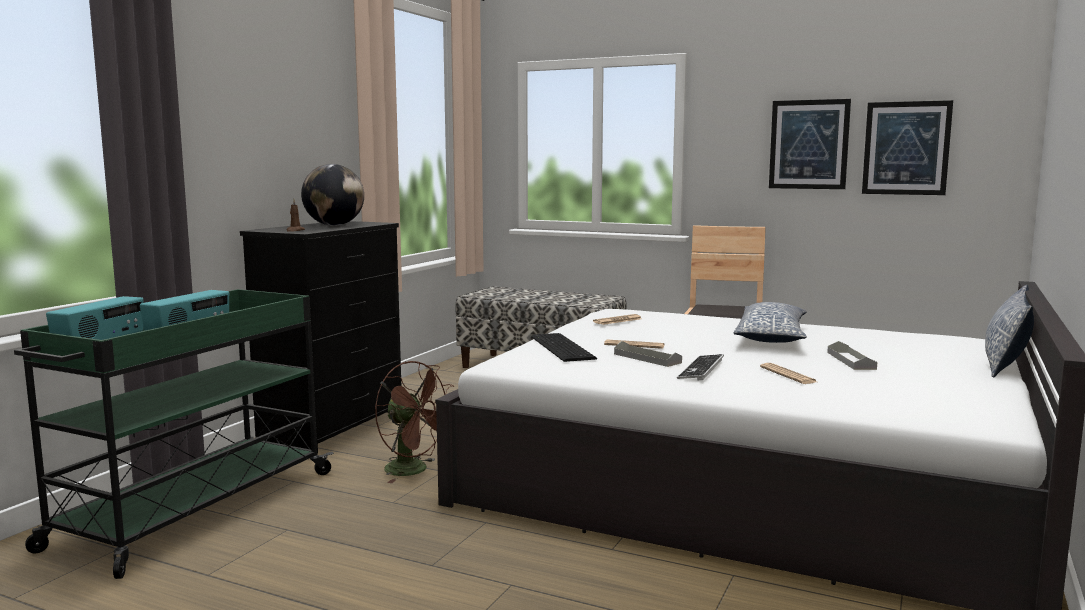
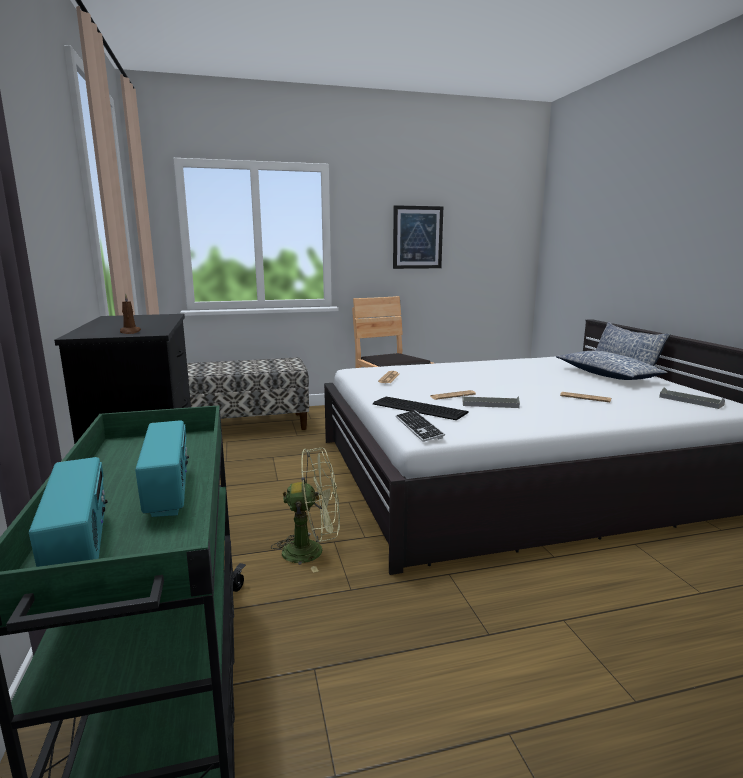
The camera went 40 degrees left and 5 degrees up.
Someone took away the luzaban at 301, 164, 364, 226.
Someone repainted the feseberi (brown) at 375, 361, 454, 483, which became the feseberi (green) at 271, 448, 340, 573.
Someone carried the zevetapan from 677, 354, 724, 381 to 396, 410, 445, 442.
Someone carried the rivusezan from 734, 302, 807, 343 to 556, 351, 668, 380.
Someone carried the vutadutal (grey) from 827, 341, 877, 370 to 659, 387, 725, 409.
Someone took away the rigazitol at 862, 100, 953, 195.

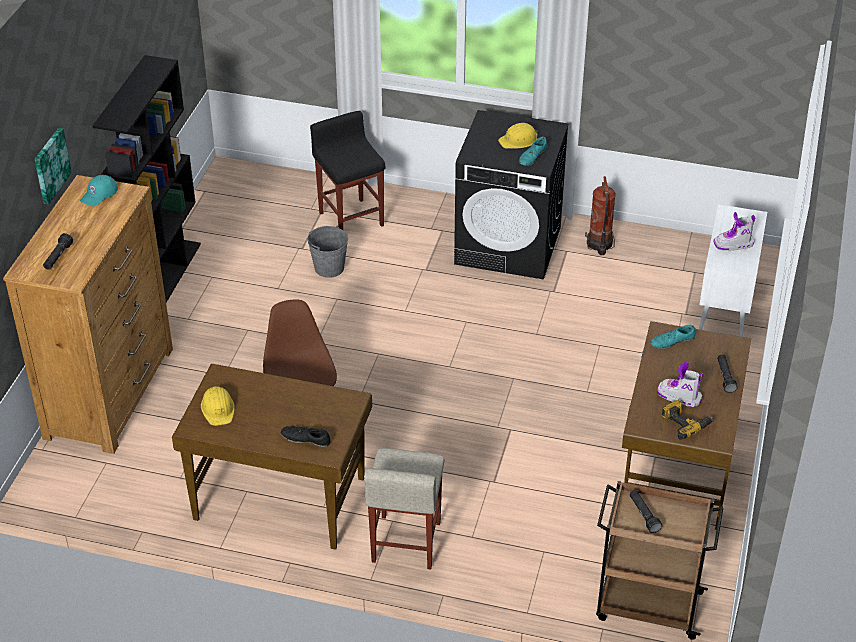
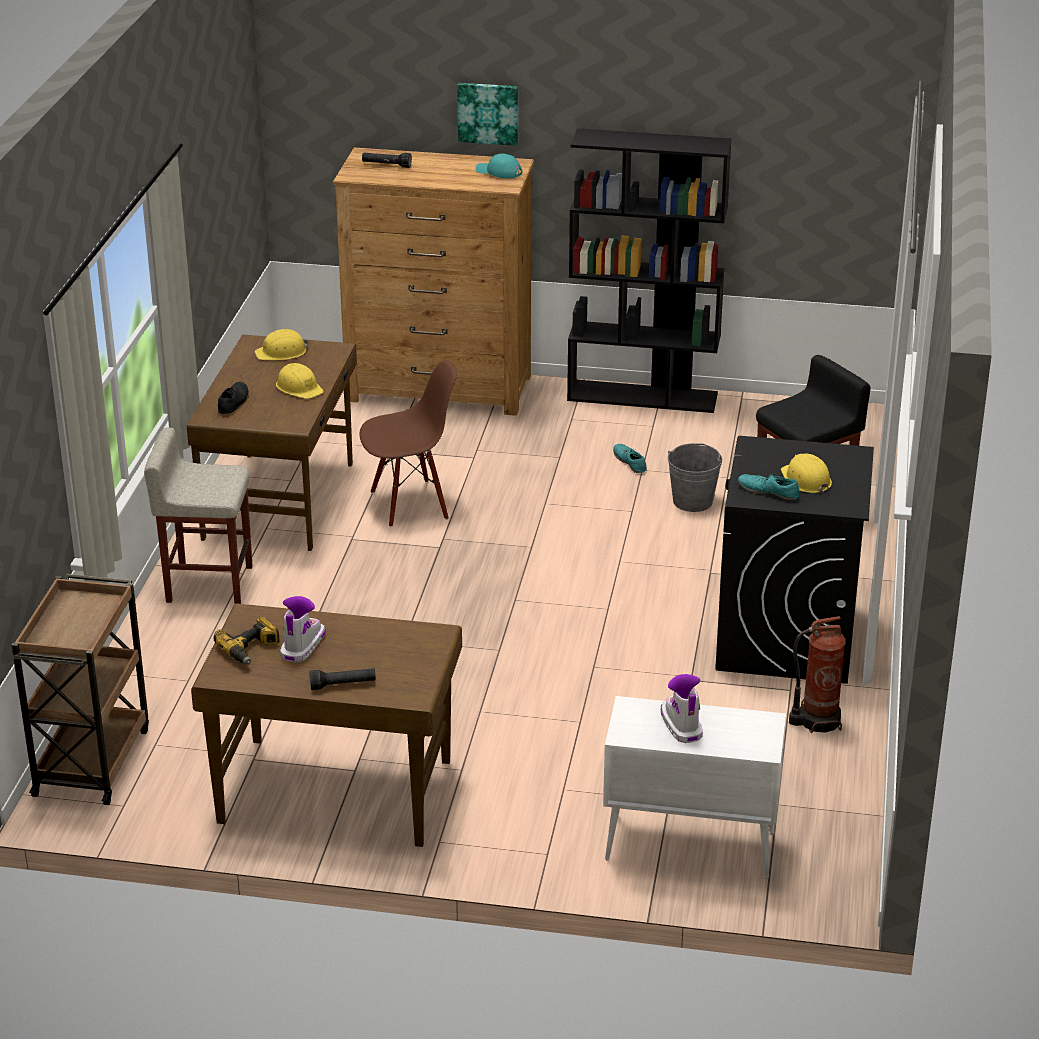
The camera went 85 degrees right and 10 degrees down.
Someone took away the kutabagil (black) at 630, 490, 662, 533.
Someone carried the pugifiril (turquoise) from 650, 325, 695, 349 to 613, 444, 647, 473.
Someone put down the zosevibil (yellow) at 276, 363, 324, 399.

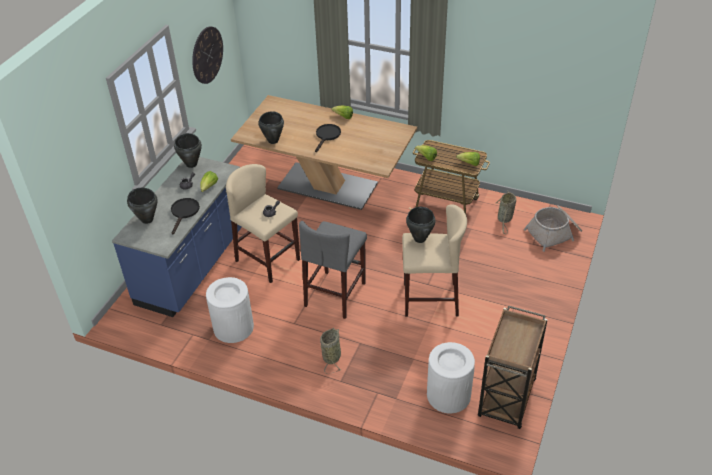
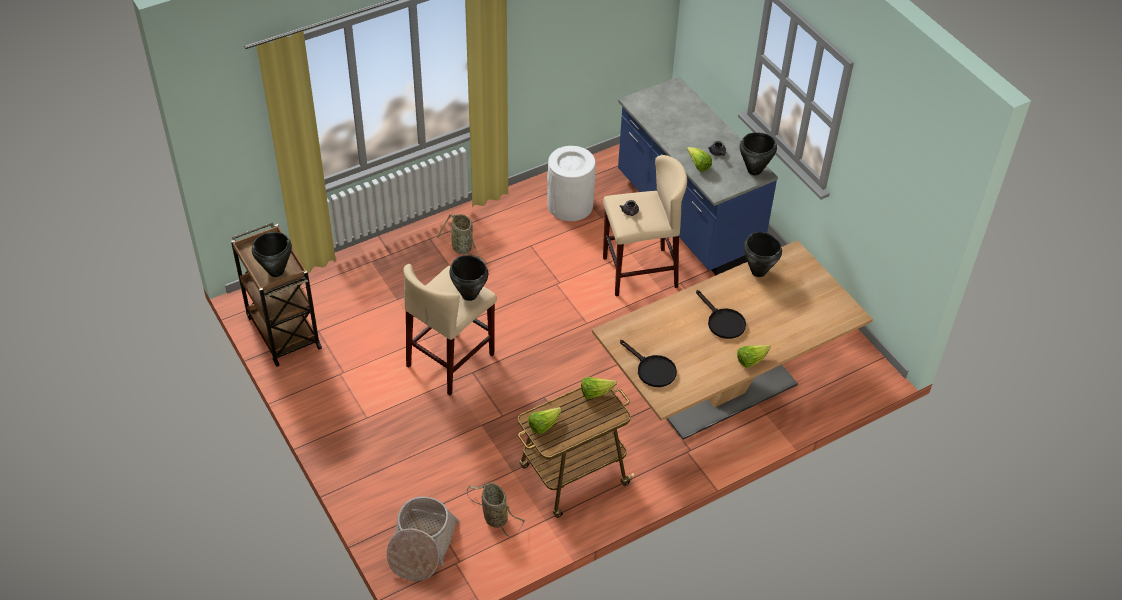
The camera went 125 degrees right and 5 degrees up.
Someone carried the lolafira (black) from 127, 188, 158, 224 to 252, 232, 292, 277.
Someone carried the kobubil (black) from 171, 198, 200, 235 to 620, 340, 677, 387.
Someone took away the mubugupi at 192, 26, 223, 84.
Someone took away the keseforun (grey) at 299, 221, 367, 319.
Someone took away the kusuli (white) at 427, 342, 475, 414.

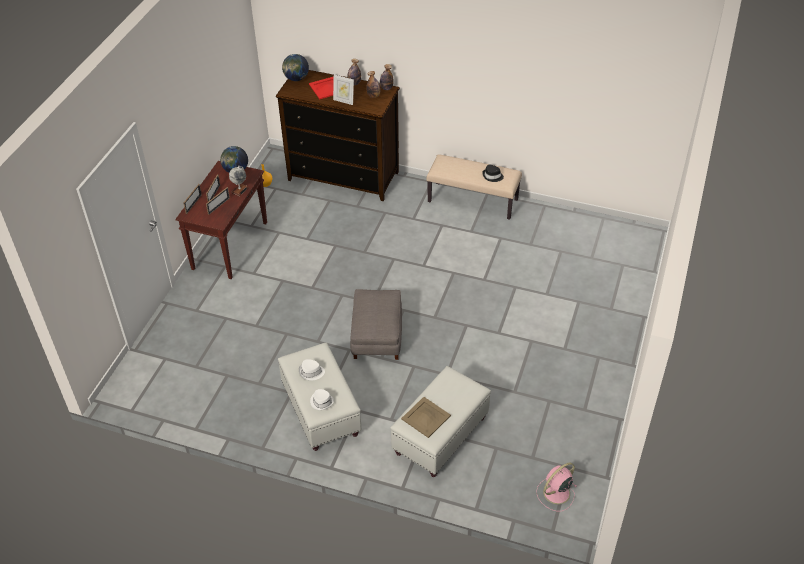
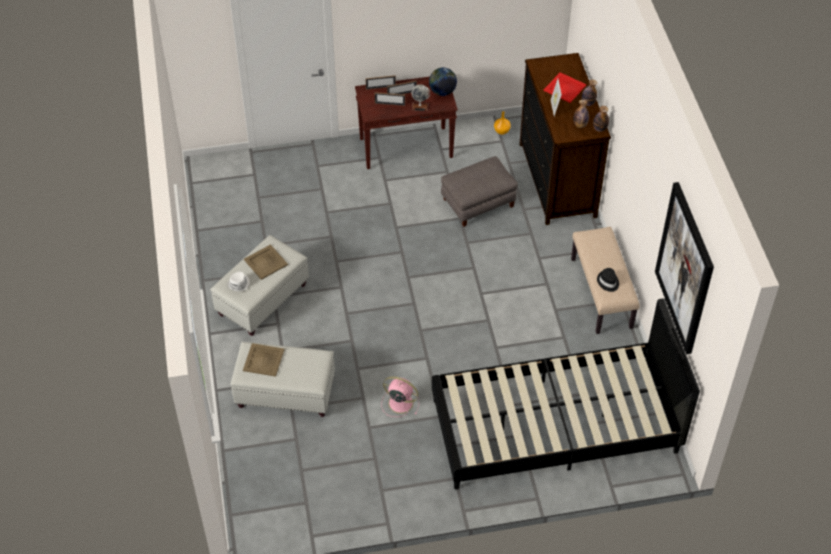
The camera went 60 degrees right and 5 degrees up.
Someone took away the luzaban at 282, 54, 309, 81.
Someone swapped the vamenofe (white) at 299, 359, 325, 381 for the vutadutal (beige) at 244, 244, 288, 280.
Someone carried the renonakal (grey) from 350, 289, 402, 360 to 441, 156, 518, 227.
Someone carried the feseberi (pink) from 536, 462, 577, 511 to 381, 376, 419, 417.
Someone put down the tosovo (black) at 432, 298, 700, 490.
Someone put up the rigazitol at 655, 182, 714, 354.

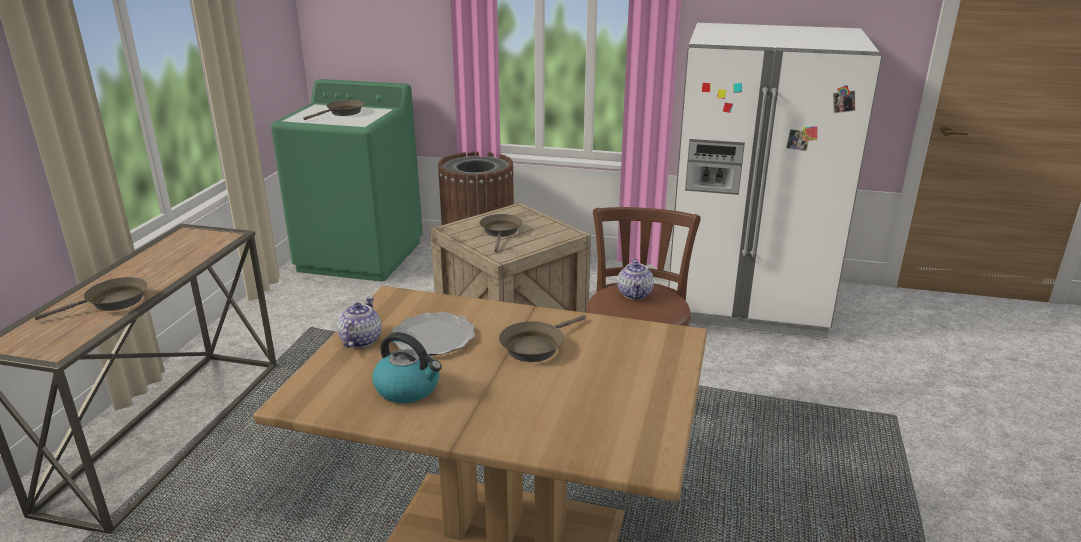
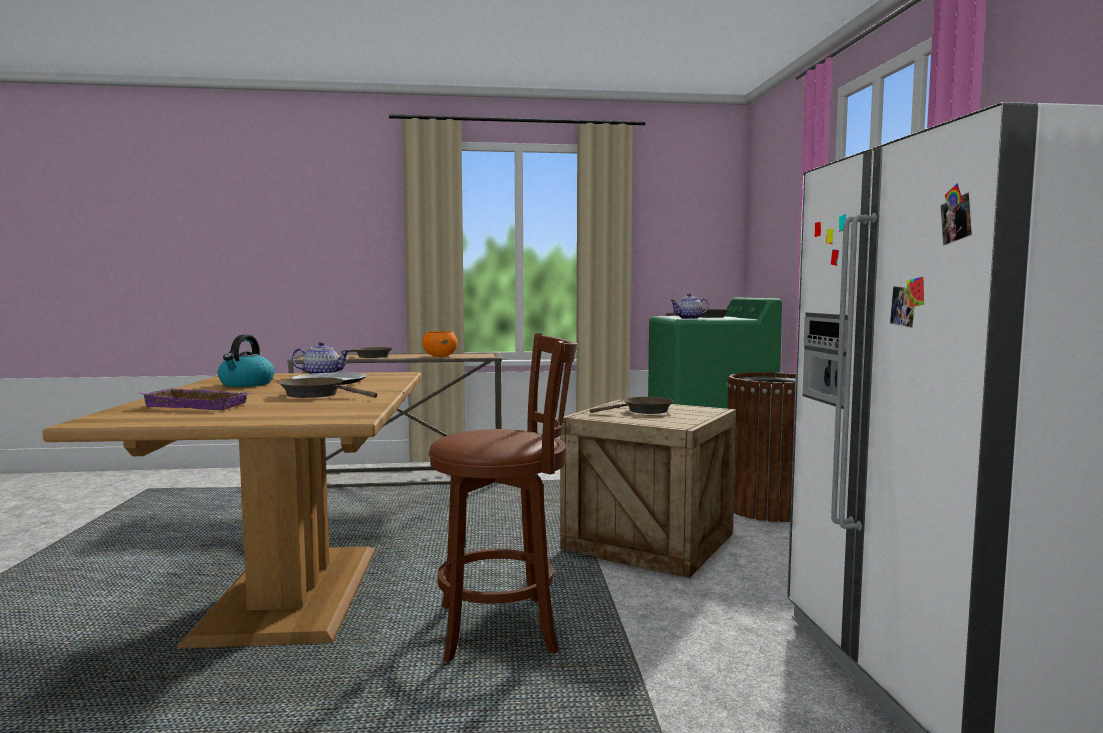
The camera went 70 degrees right and 20 degrees down.
Someone carried the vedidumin from 617, 258, 654, 300 to 670, 293, 709, 319.
Someone put down the vutadutal (purple) at 141, 388, 252, 410.
Someone put down the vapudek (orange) at 422, 331, 458, 357.

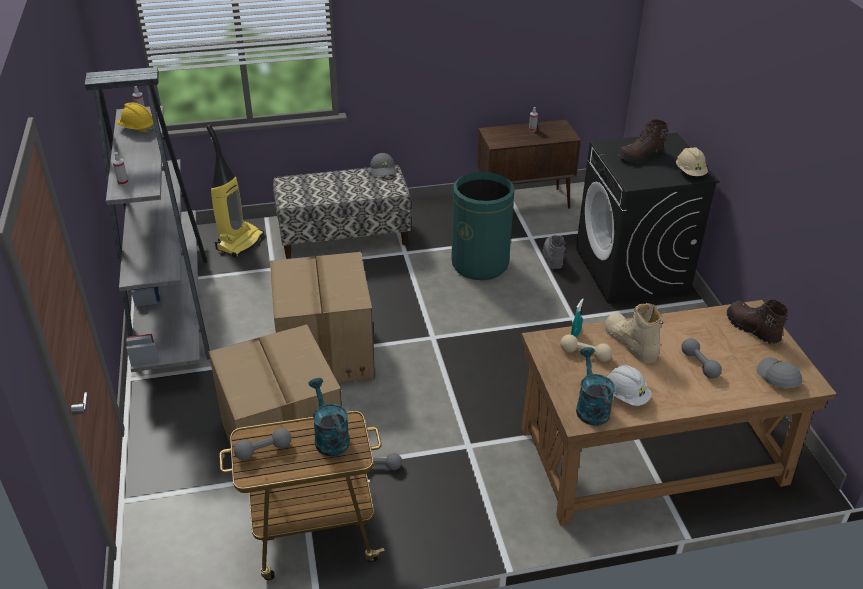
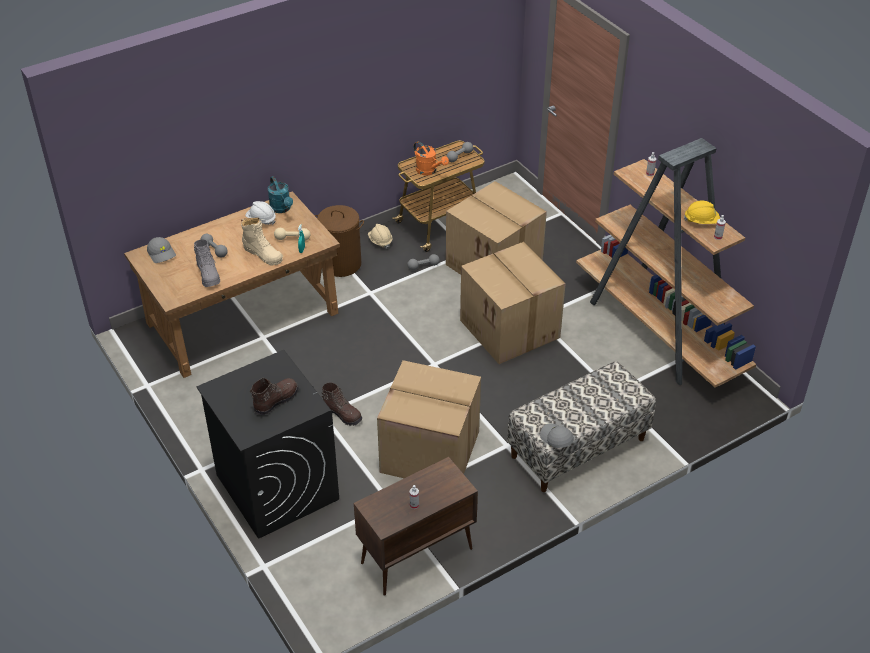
The camera went 160 degrees right and 5 degrees up.
Someone repainted the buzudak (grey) at 85, 67, 210, 372, which became the buzudak (brown) at 576, 138, 756, 388.
Someone took away the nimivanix at 206, 124, 264, 258.
Someone repainted the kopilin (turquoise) at 308, 378, 350, 456, which became the kopilin (orange) at 413, 141, 449, 175.
Someone swapped the kusuli (green) at 451, 172, 514, 280 for the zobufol at 377, 360, 481, 478.
Someone carried the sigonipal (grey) from 543, 235, 565, 269 to 194, 239, 220, 287.
Someone carried the zosevibil (beige) from 676, 147, 708, 176 to 368, 224, 393, 249.
Someone carried the sigonipal (brown) from 727, 299, 788, 344 to 321, 382, 362, 426.
Someone put down the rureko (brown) at 314, 205, 364, 277.

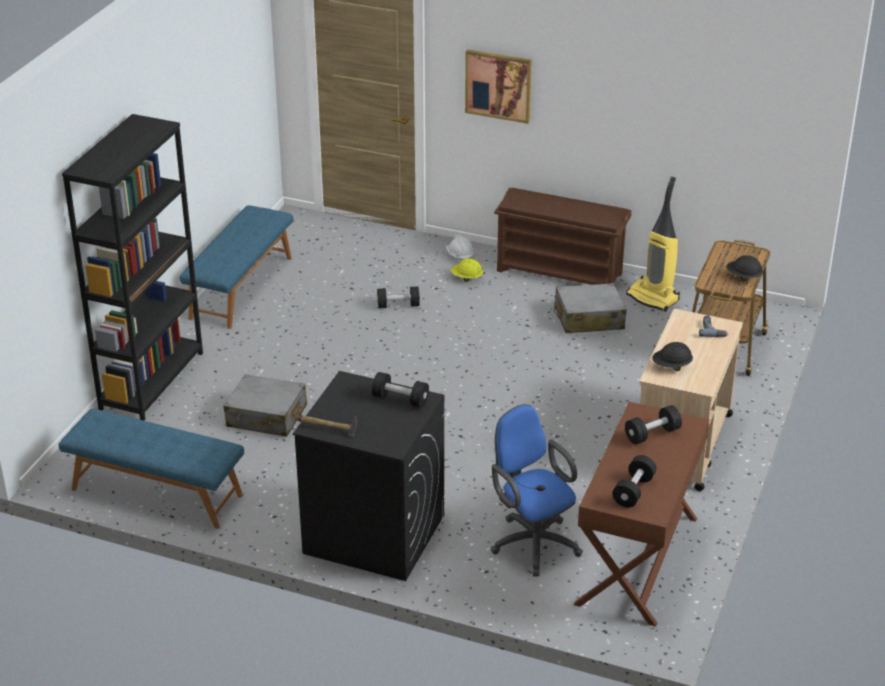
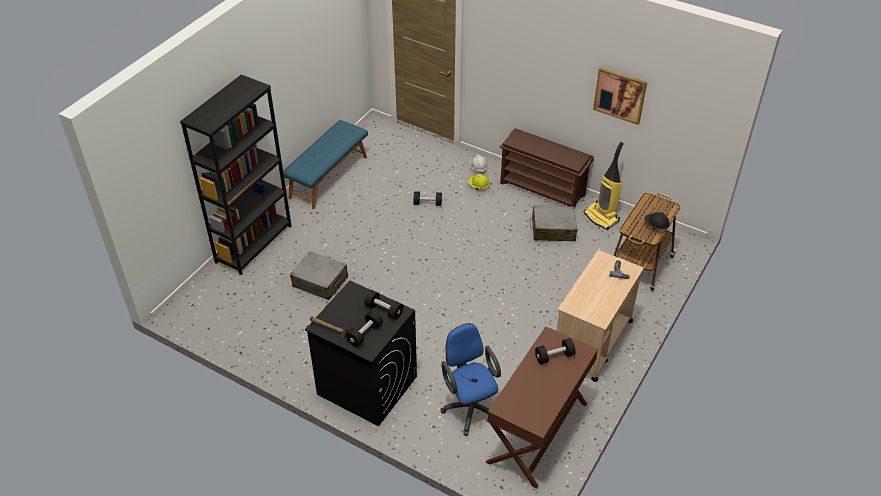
The camera went 10 degrees right and 10 degrees up.
Someone took away the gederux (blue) at 58, 408, 244, 529.
Someone carried the rigazitol from 465, 49, 532, 124 to 593, 67, 647, 125.
Someone carried the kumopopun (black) from 612, 455, 657, 507 to 346, 311, 383, 347.
Someone took away the zosevibil (black) at 652, 342, 693, 371.

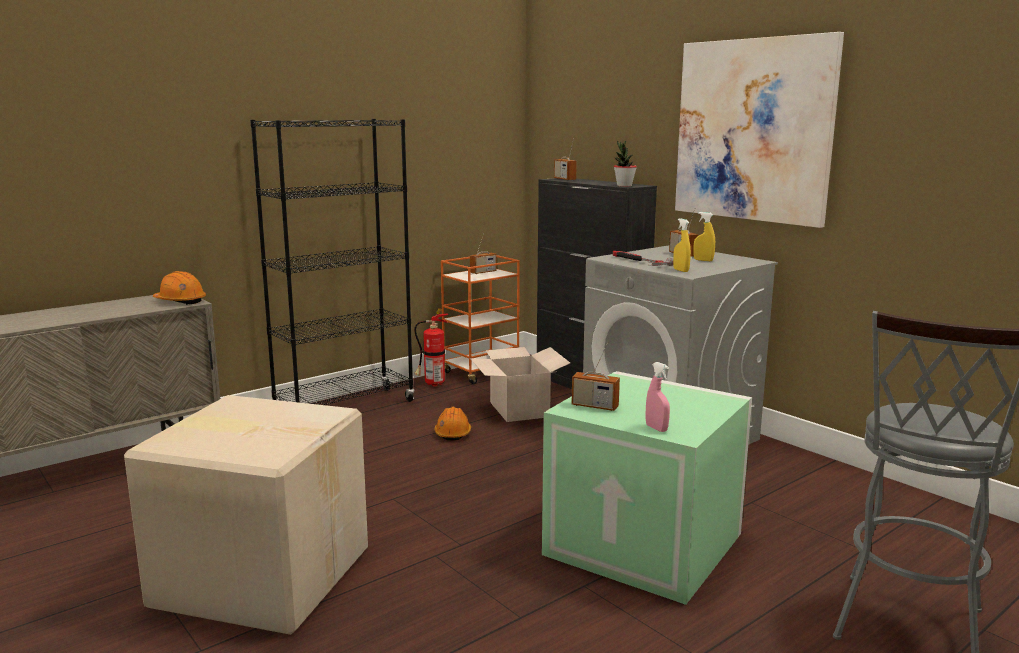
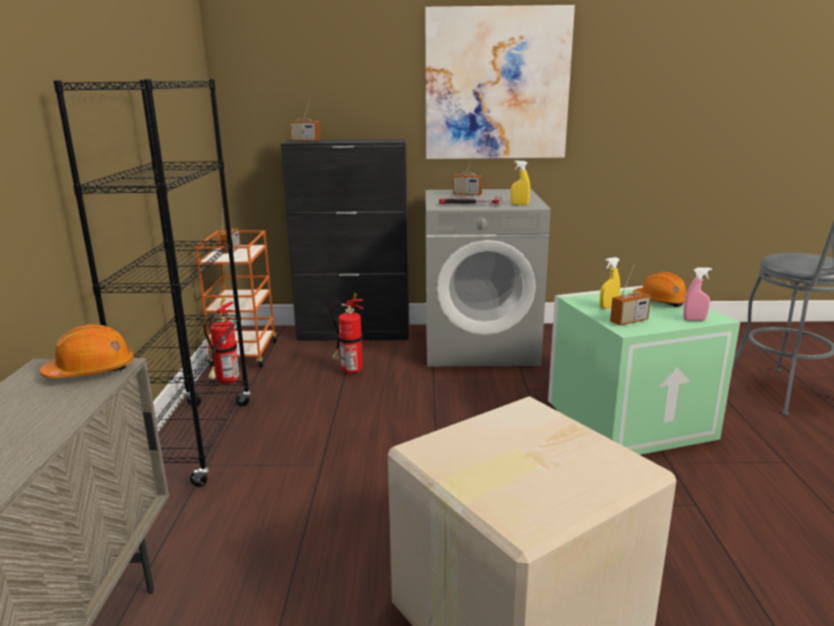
The camera went 50 degrees left and 5 degrees up.
Someone carried the zosevibil (orange) from 435, 407, 471, 441 to 633, 272, 686, 307.
Someone swapped the zobufol at 470, 347, 570, 422 for the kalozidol at 331, 293, 364, 375.
Someone took away the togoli at 614, 140, 637, 187.
Someone carried the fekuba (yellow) from 693, 212, 715, 261 to 600, 257, 620, 309.

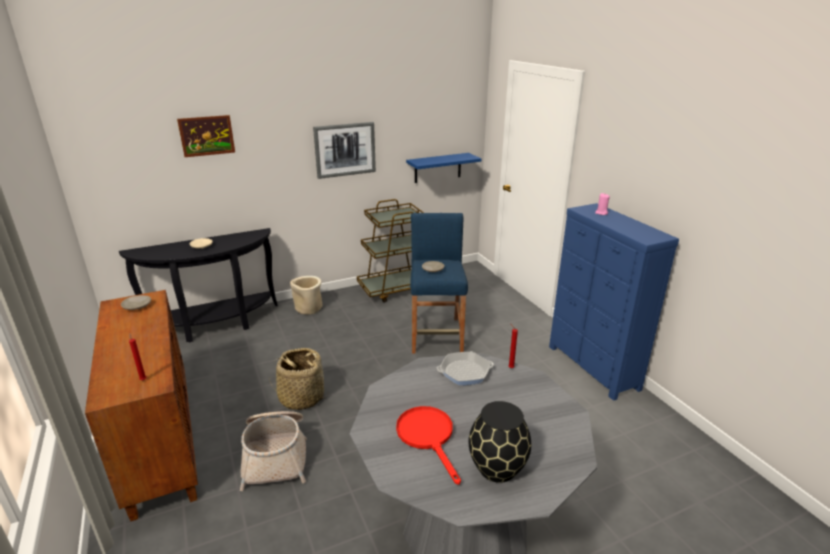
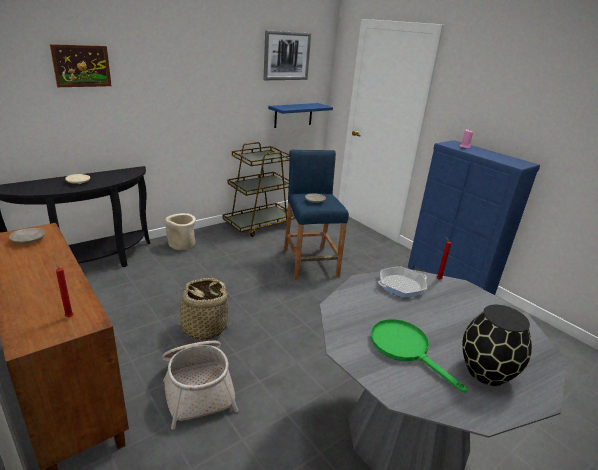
The camera went 15 degrees left and 0 degrees up.
Someone carried the rigazitol from 313, 122, 376, 179 to 264, 30, 311, 80.
Someone repainted the kobubil (red) at 396, 406, 461, 485, which became the kobubil (green) at 371, 319, 467, 393.

